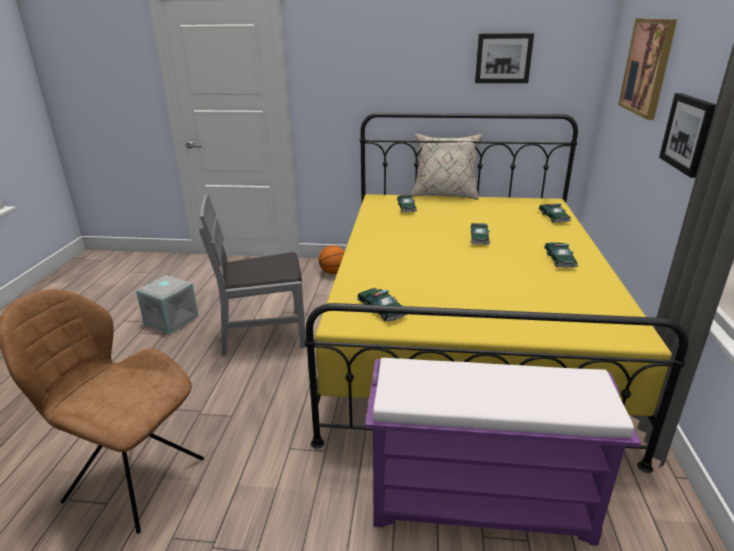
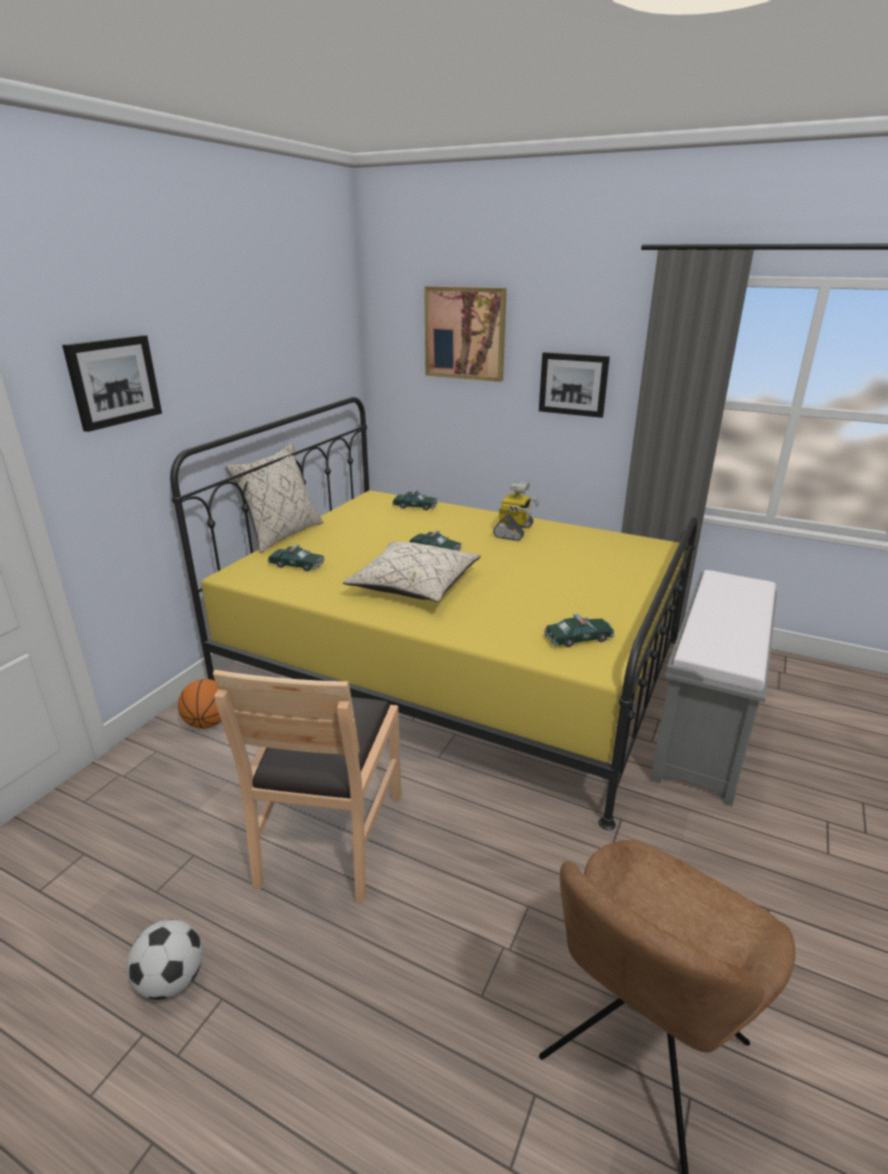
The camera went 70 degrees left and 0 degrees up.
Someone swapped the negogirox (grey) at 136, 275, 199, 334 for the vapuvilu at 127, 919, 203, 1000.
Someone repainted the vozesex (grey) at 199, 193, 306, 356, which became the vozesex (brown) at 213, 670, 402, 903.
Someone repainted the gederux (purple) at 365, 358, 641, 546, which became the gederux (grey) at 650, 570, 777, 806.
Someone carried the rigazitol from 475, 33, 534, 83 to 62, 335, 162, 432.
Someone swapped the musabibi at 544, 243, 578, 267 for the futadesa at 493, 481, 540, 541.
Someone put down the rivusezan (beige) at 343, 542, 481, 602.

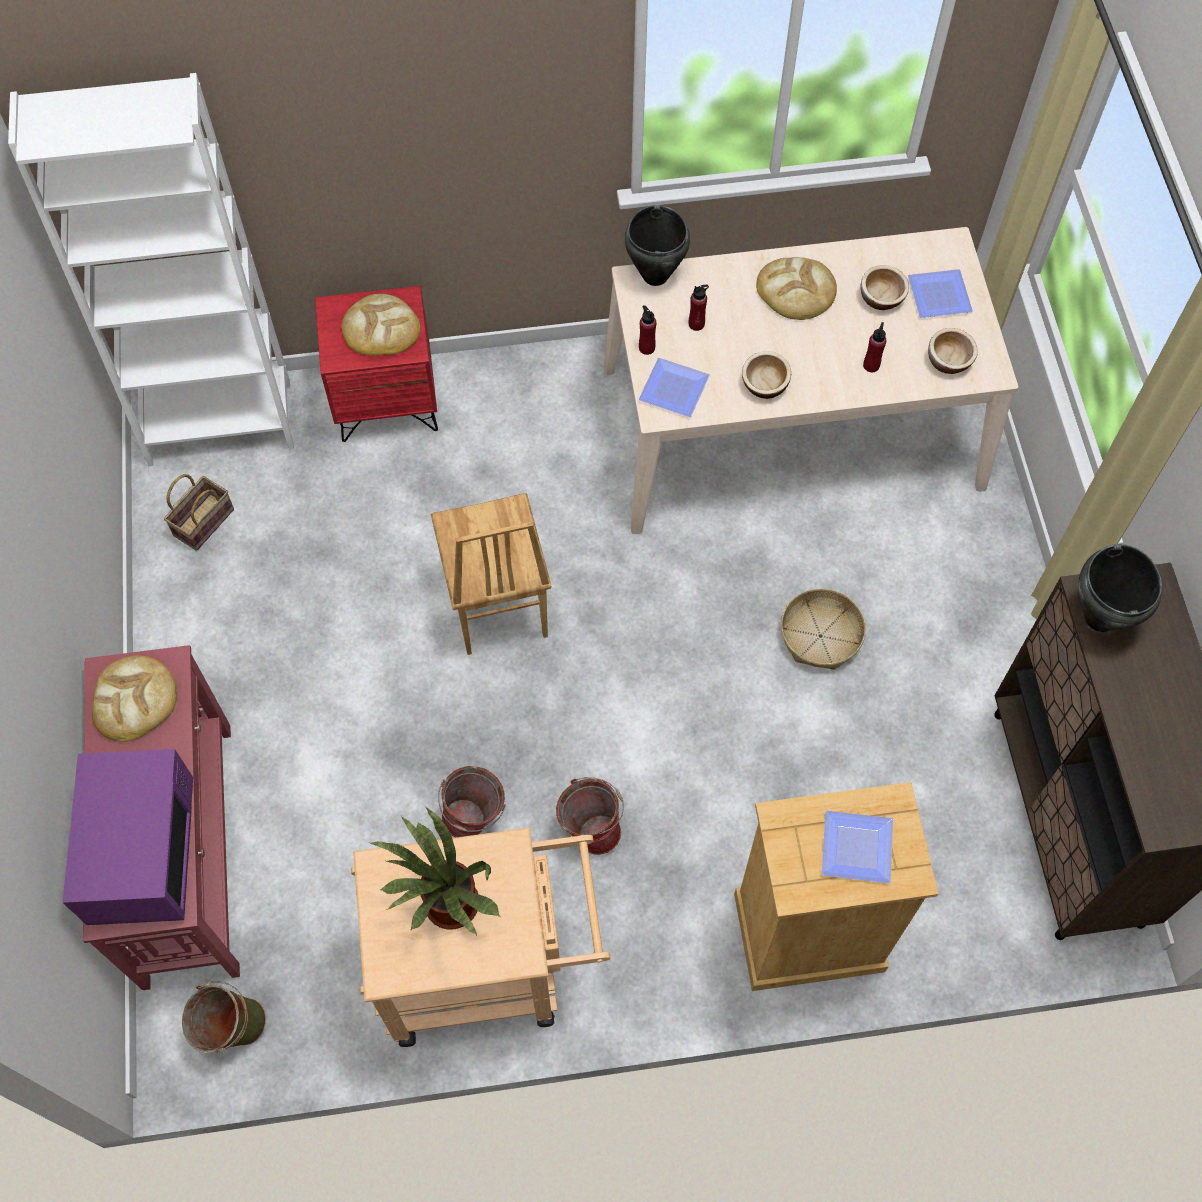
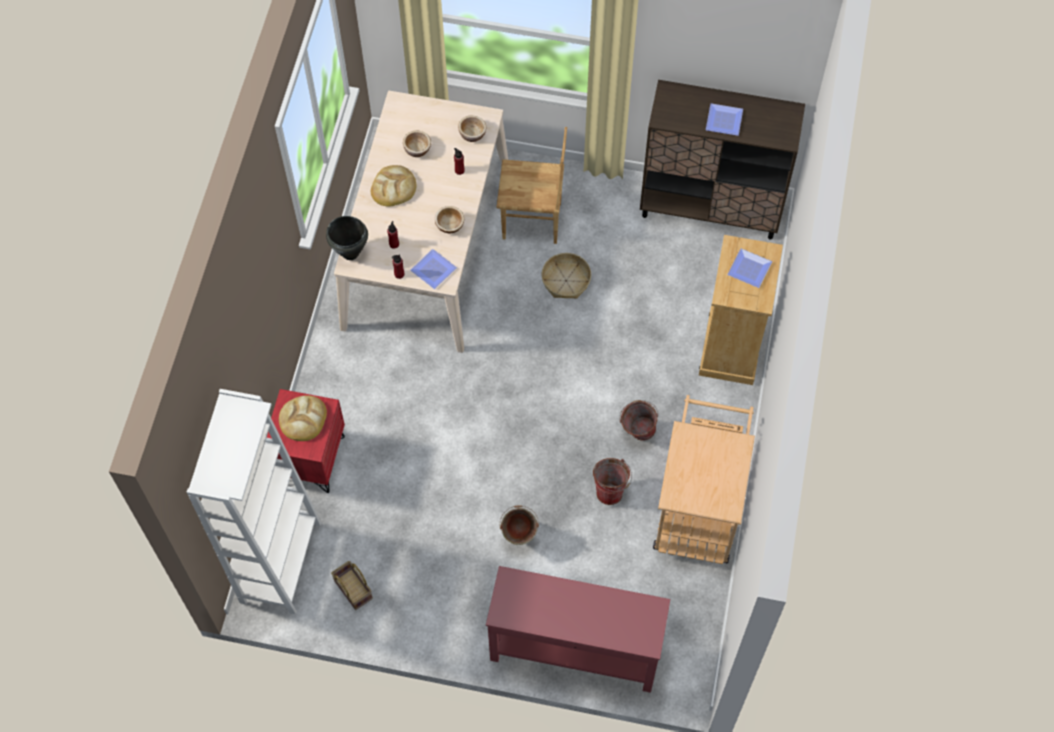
The camera went 70 degrees left and 0 degrees up.
Someone took away the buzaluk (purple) at 62, 749, 193, 925.
Someone took away the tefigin at 92, 655, 177, 742.
Someone carried the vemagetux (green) from 182, 981, 266, 1053 to 500, 505, 539, 545.
Someone took away the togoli at 370, 807, 500, 936.
Someone carried the vozesex (brown) from 431, 493, 552, 655 to 496, 127, 567, 244.
Someone carried the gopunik from 908, 269, 973, 318 to 706, 103, 743, 136.
Someone took away the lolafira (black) at 1078, 544, 1162, 632.

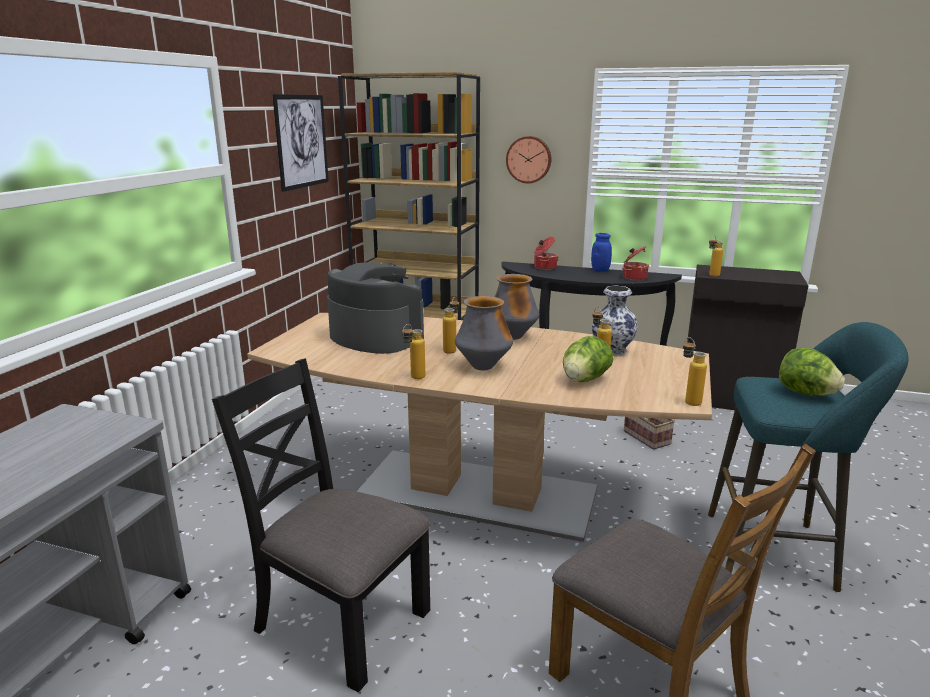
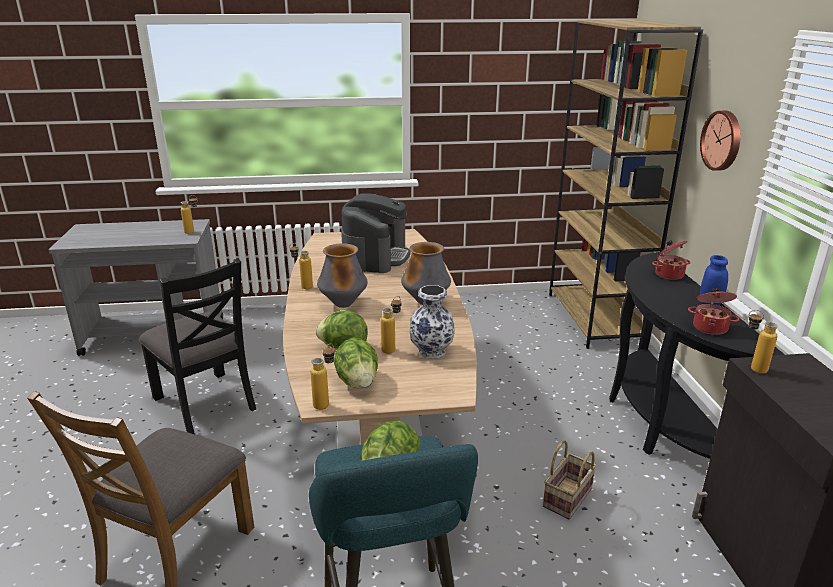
The camera went 65 degrees right and 5 degrees up.
Someone rotated the vozesex (black) at 212, 358, 430, 692 by 135 degrees clockwise.
Someone took away the rigazitol at 272, 94, 329, 192.
Someone carried the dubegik from 443, 298, 459, 354 to 181, 195, 197, 234.
Someone put down the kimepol at 334, 338, 378, 388.

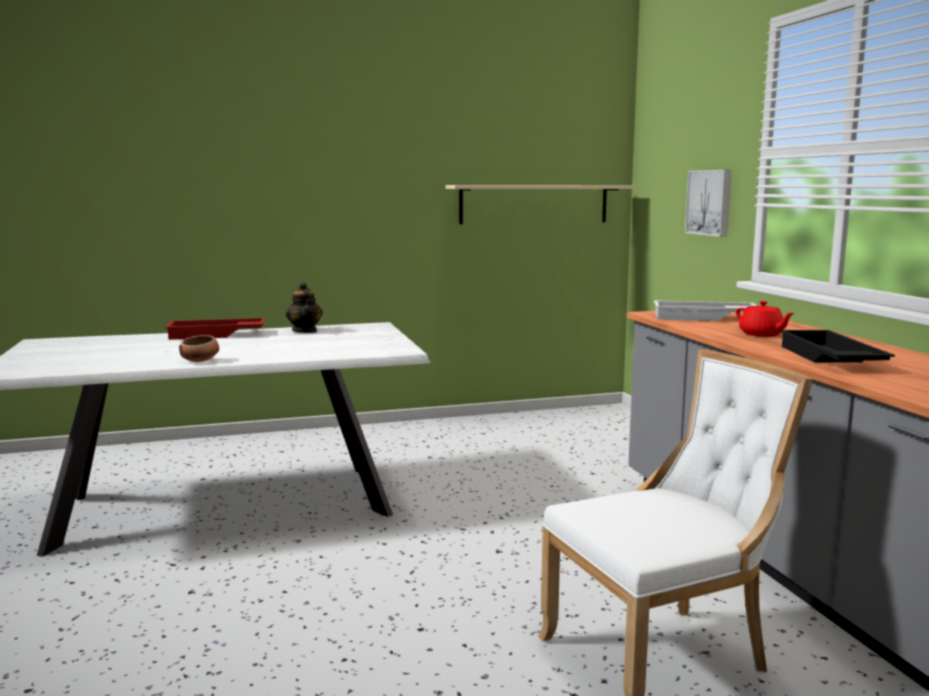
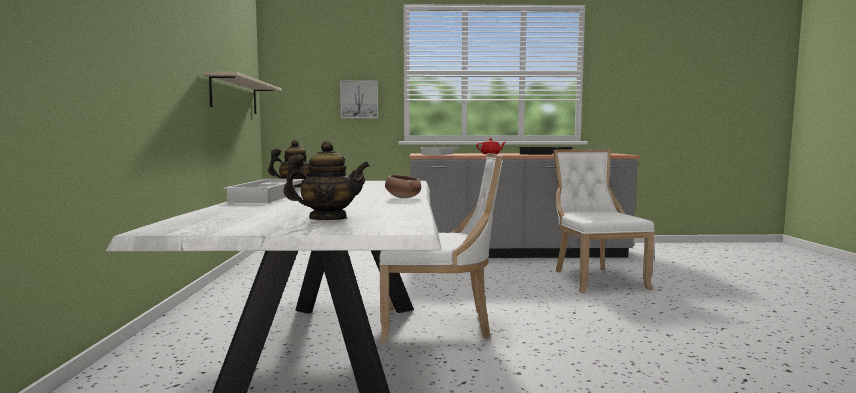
The camera went 75 degrees left and 5 degrees down.
Someone repainted the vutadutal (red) at 165, 318, 265, 340, which became the vutadutal (white) at 223, 179, 304, 203.
Someone put down the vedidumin at 283, 141, 370, 220.
Someone put down the vozesex (white) at 379, 153, 503, 343.

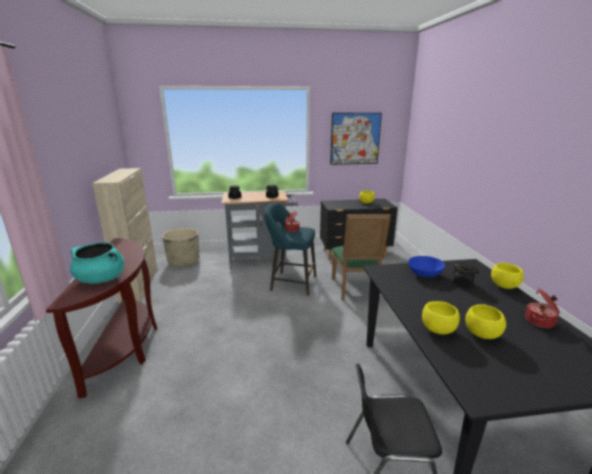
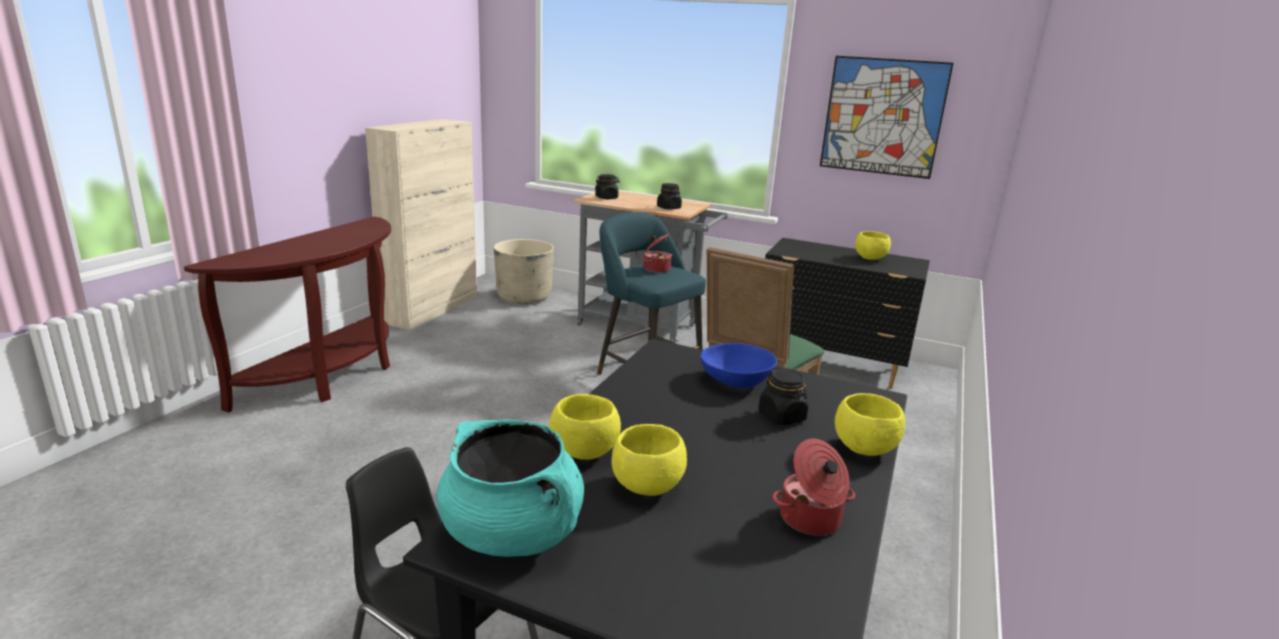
The camera went 30 degrees right and 0 degrees up.
Someone carried the lolafira (turquoise) from 70, 242, 124, 284 to 436, 419, 584, 557.

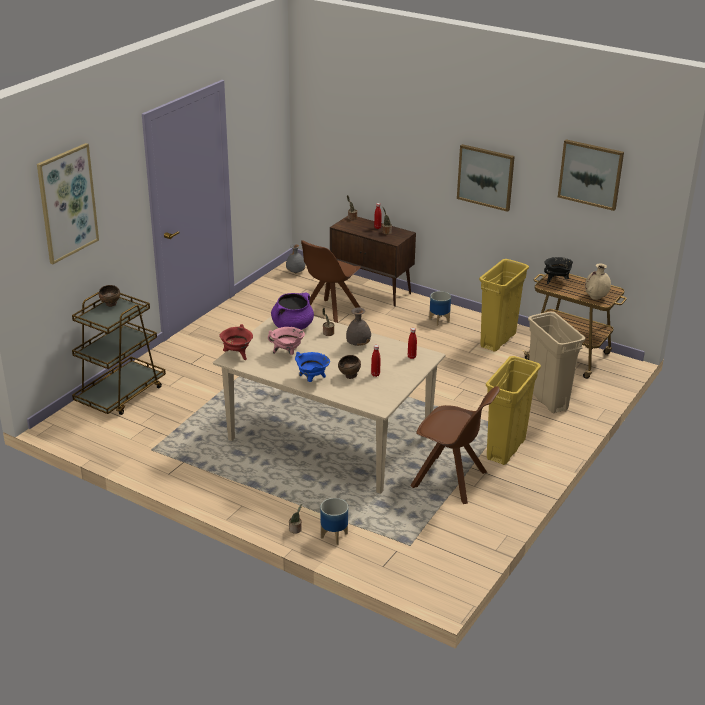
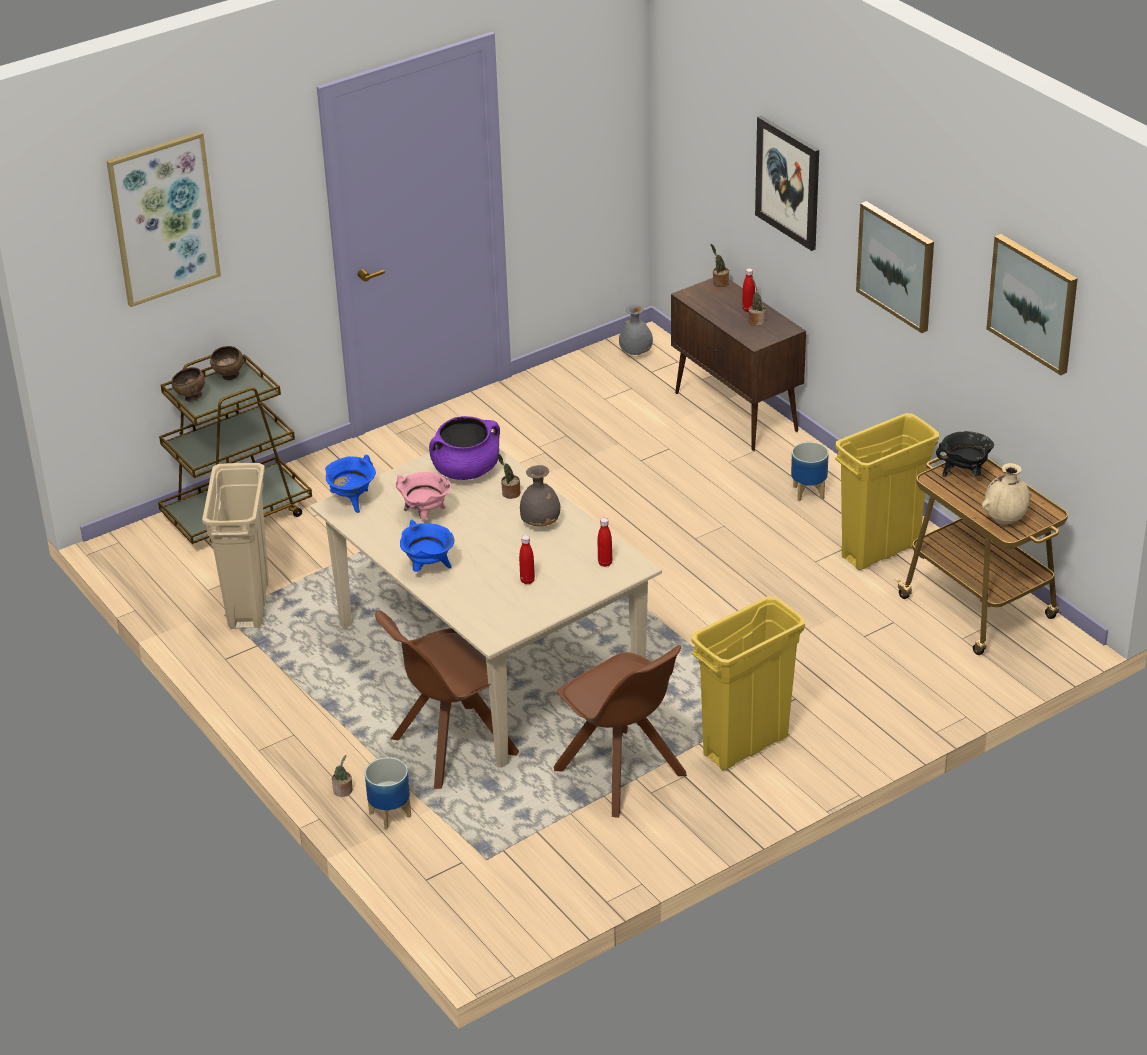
The camera went 25 degrees right and 5 degrees up.
Someone repainted the lolafira (red) at 219, 324, 253, 360, which became the lolafira (blue) at 325, 455, 376, 513.
Someone carried the vozesex (brown) from 301, 240, 361, 323 to 375, 610, 519, 789.
Someone carried the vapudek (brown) from 338, 355, 361, 379 to 172, 367, 205, 402.
Someone carried the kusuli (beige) from 528, 312, 586, 414 to 202, 463, 269, 629.
Someone put up the rigazitol at 755, 116, 819, 251.

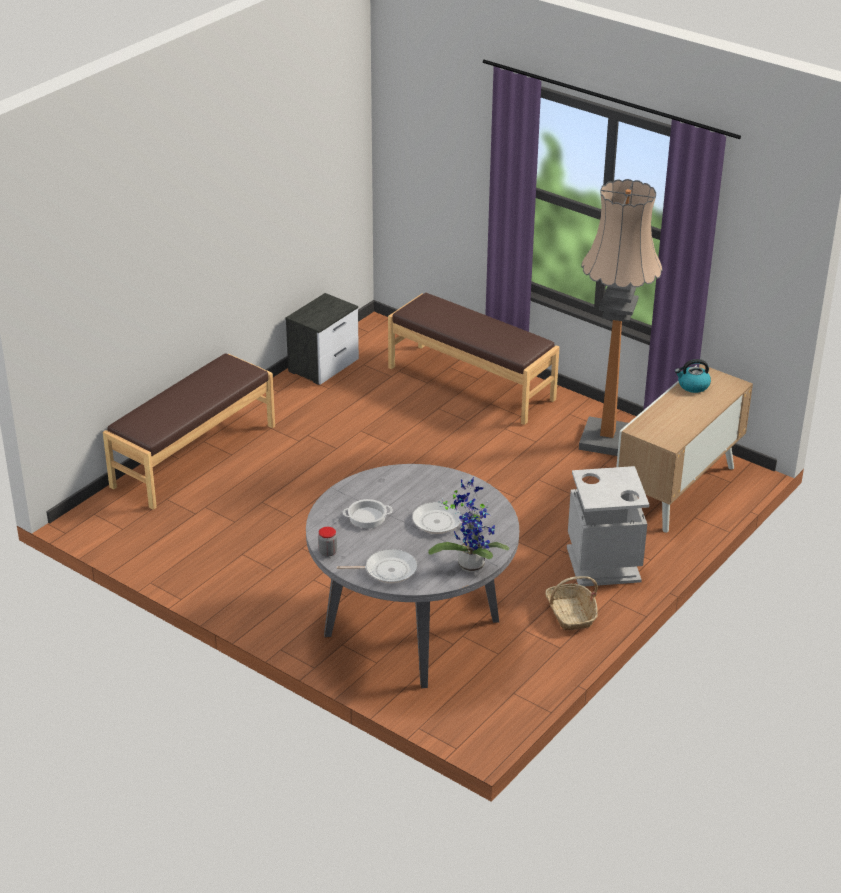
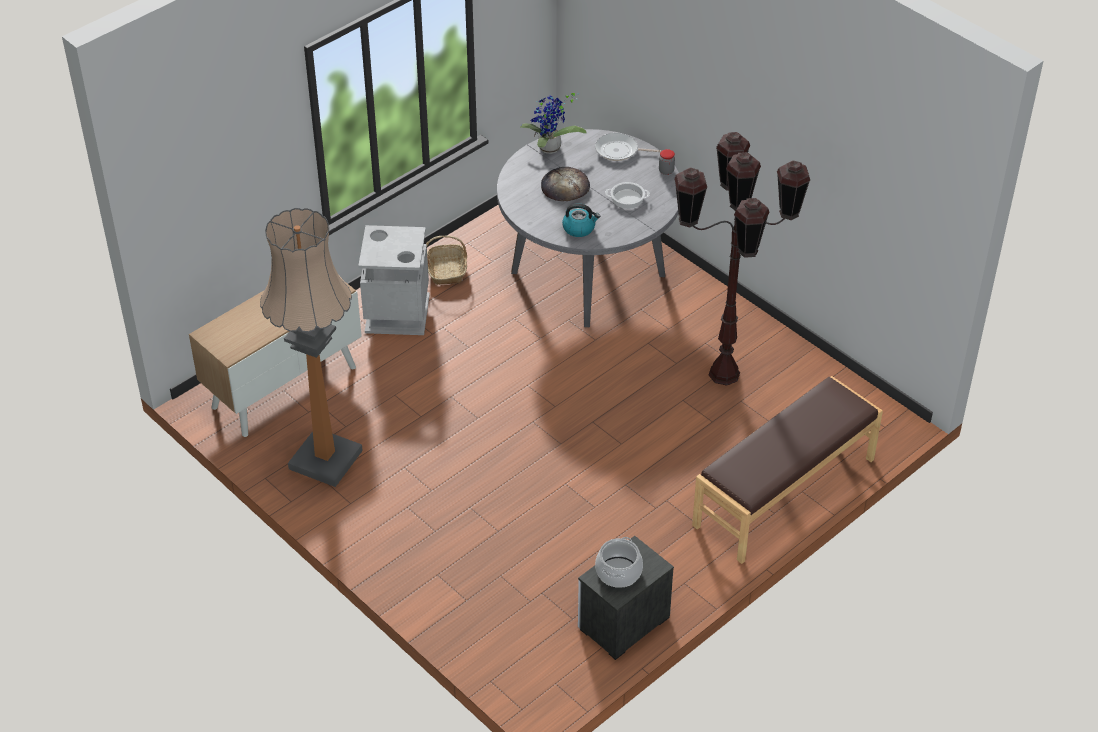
The camera went 170 degrees left and 10 degrees up.
Someone took away the gederux (brown) at 388, 293, 560, 425.
Someone swapped the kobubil at 412, 502, 488, 534 for the tefigin at 541, 167, 590, 201.
Someone carried the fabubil from 675, 359, 711, 393 to 562, 204, 600, 237.
Someone put down the lolafira at 595, 537, 643, 588.
Someone put down the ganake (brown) at 674, 132, 810, 386.

